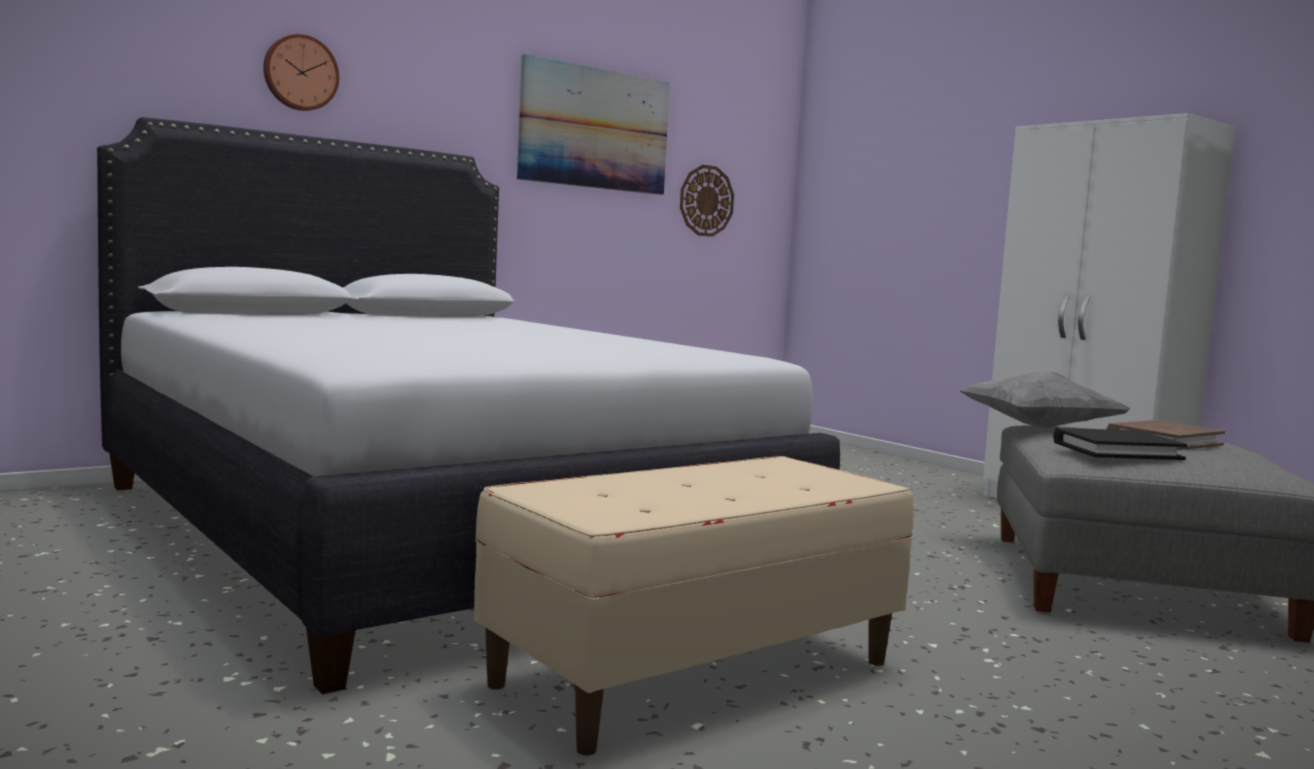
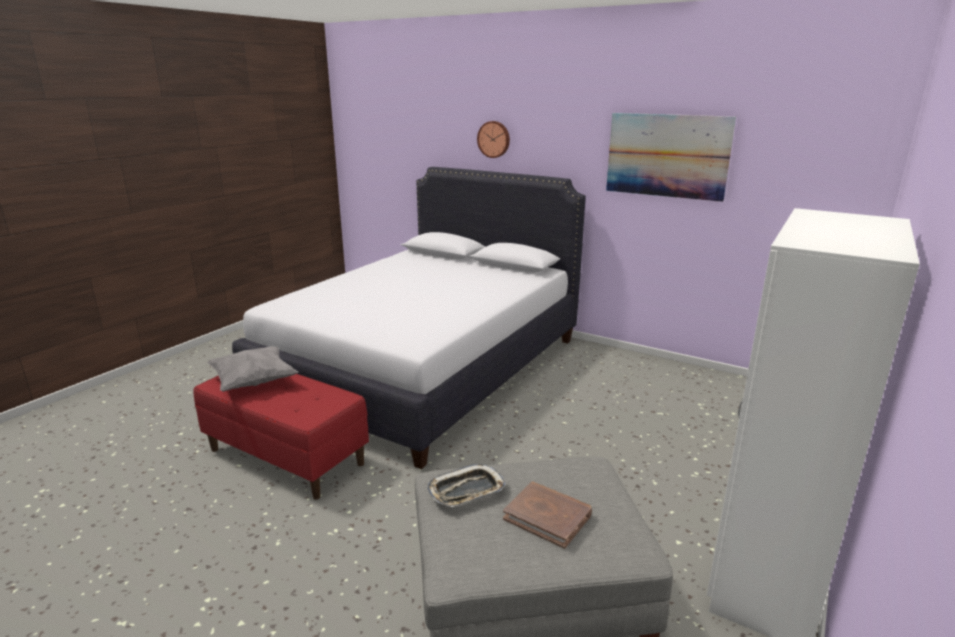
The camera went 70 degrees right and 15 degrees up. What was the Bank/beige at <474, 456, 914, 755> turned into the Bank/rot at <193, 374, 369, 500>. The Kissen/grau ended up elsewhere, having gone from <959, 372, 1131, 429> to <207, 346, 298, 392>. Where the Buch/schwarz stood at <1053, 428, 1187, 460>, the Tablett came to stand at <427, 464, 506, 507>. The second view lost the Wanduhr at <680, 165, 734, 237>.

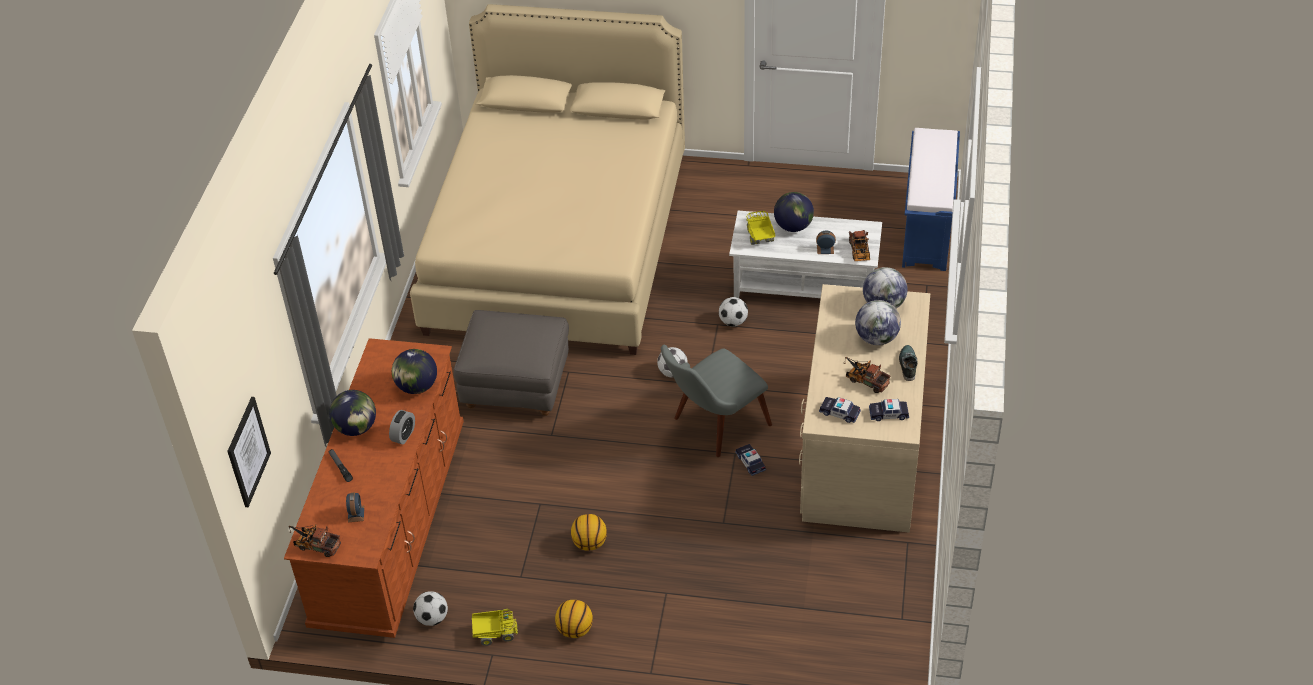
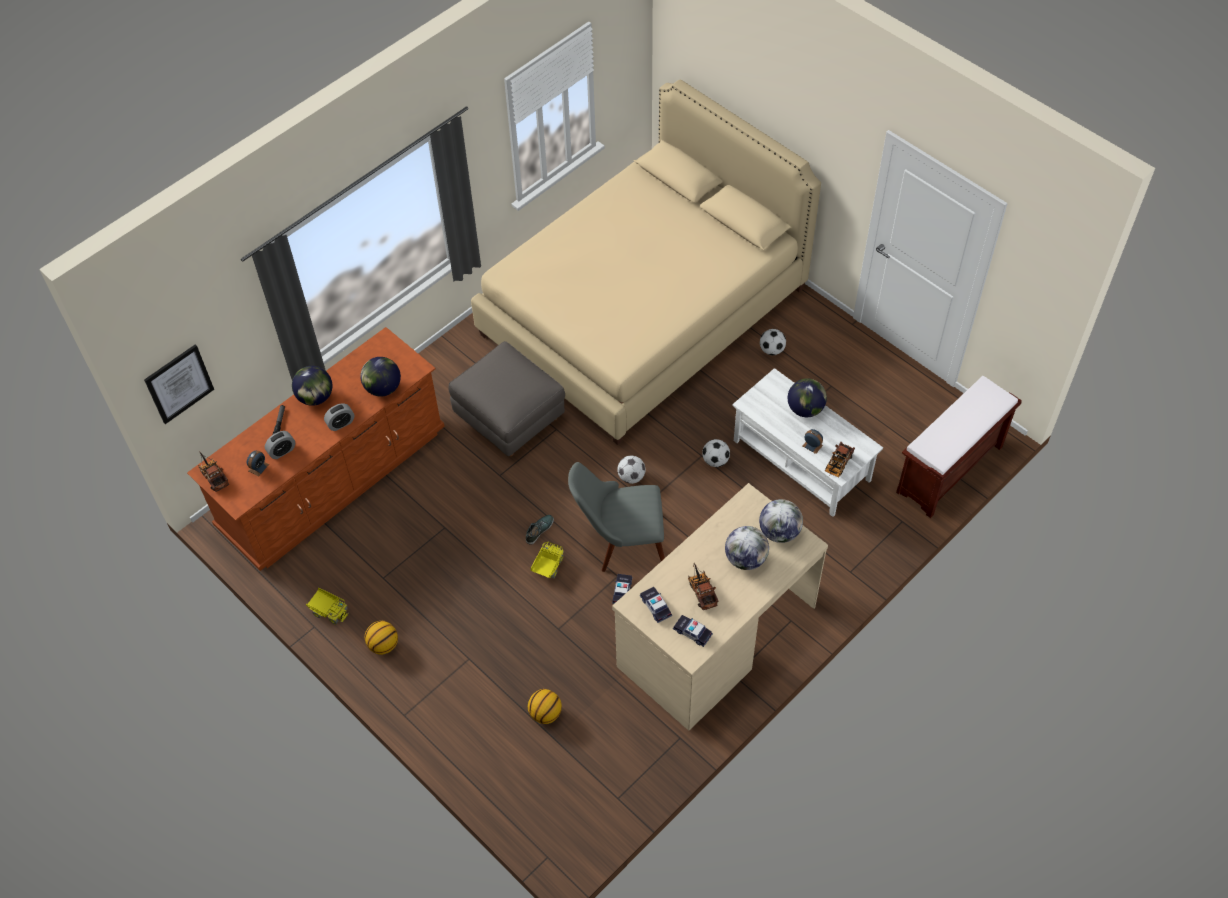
The camera went 35 degrees right and 10 degrees up. The second view gained the Wecker at <265, 431, 295, 459>. The Schuh ended up elsewhere, having gone from <899, 345, 917, 381> to <526, 515, 554, 544>. The Basketball ended up elsewhere, having gone from <571, 514, 607, 551> to <528, 689, 562, 724>. The Spielzeuglaster ended up elsewhere, having gone from <746, 211, 775, 245> to <531, 542, 564, 578>. The Fußball ended up elsewhere, having gone from <413, 591, 448, 626> to <760, 329, 786, 355>. What was the Bank/blau at <902, 128, 960, 271> turned into the Bank/braun at <896, 376, 1022, 518>.

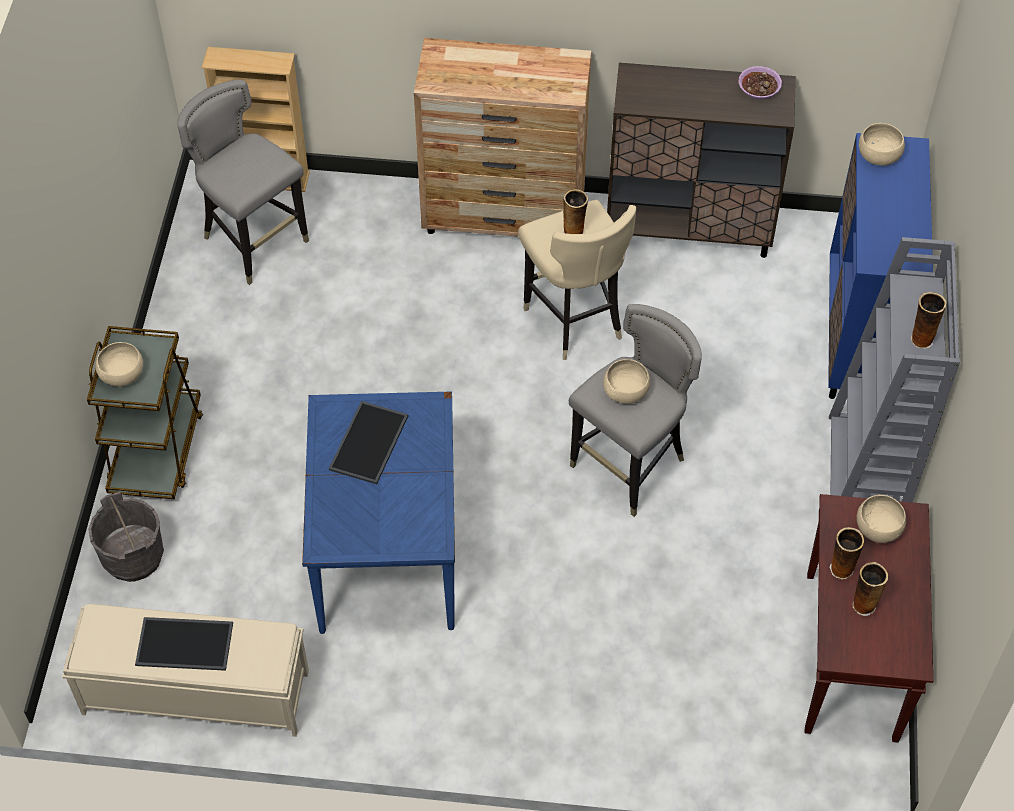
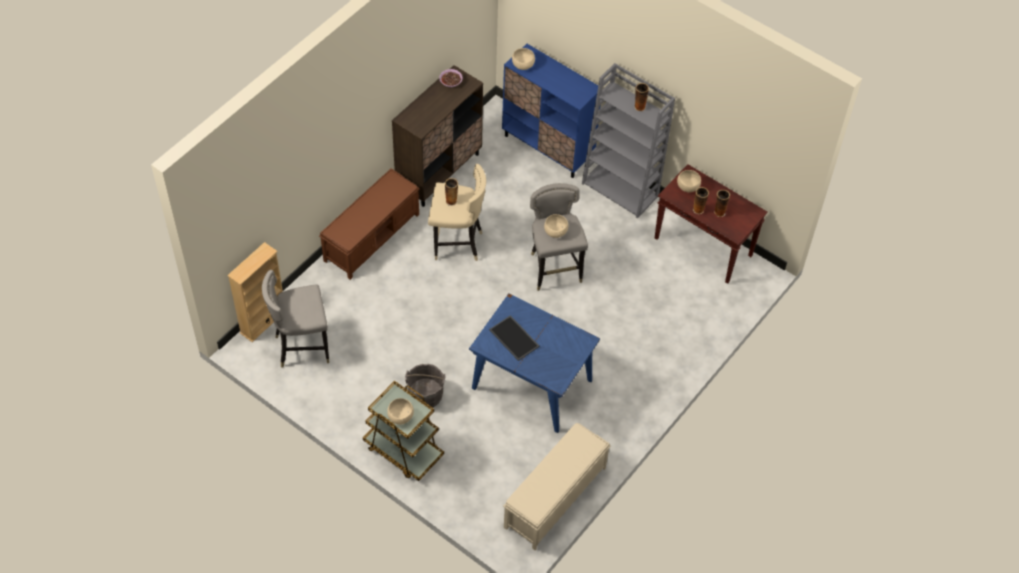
The camera went 60 degrees left and 0 degrees up. Where the Kommode/braun stood at <414, 38, 591, 237>, the Bank/braun came to stand at <319, 168, 420, 280>. The Eimer/grau ended up elsewhere, having gone from <88, 492, 164, 582> to <405, 364, 446, 408>. The second view lost the Tablett at <135, 617, 233, 671>.

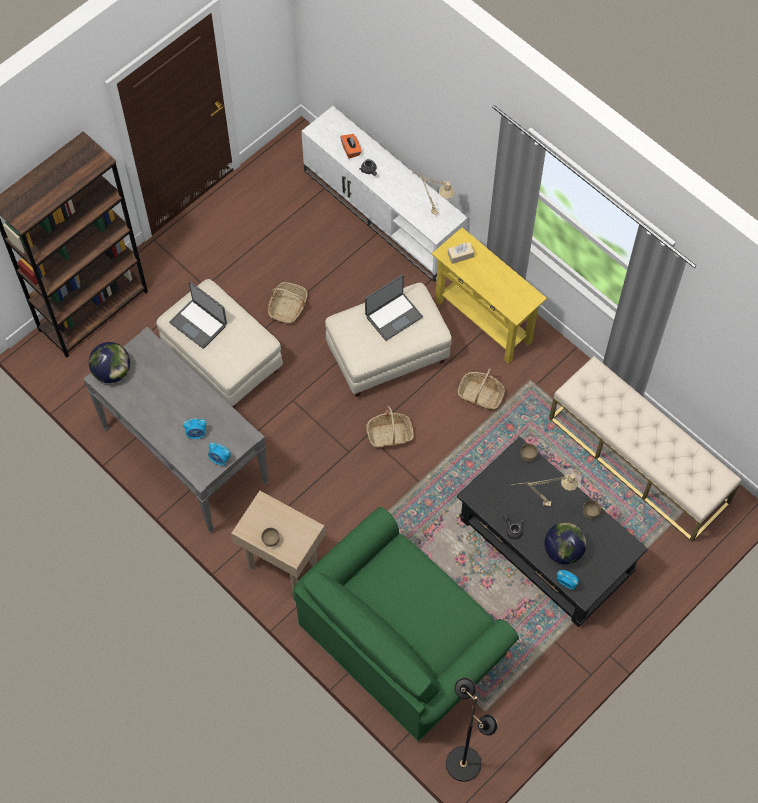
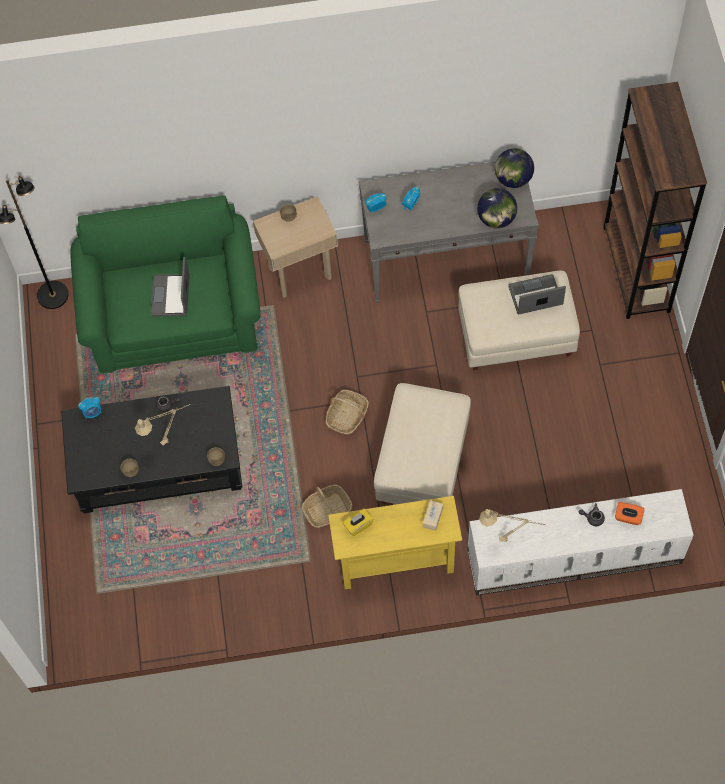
The camera went 130 degrees right and 0 degrees up. The Laptop ended up elsewhere, having gone from <365, 275, 423, 341> to <151, 257, 190, 316>. The second view gained the Taschentuchbox/gelb at <343, 509, 373, 536>. The Globus ended up elsewhere, having gone from <544, 522, 586, 564> to <477, 188, 517, 228>. The second view lost the Korb at <268, 282, 308, 324>. The second view lost the Bank/beige at <549, 356, 742, 542>.

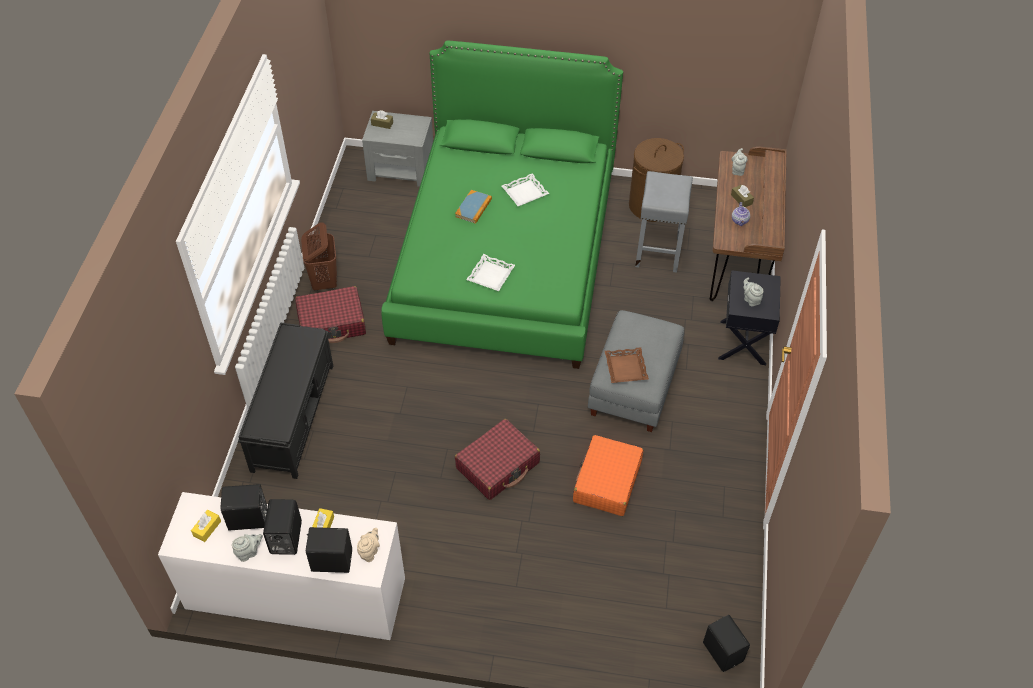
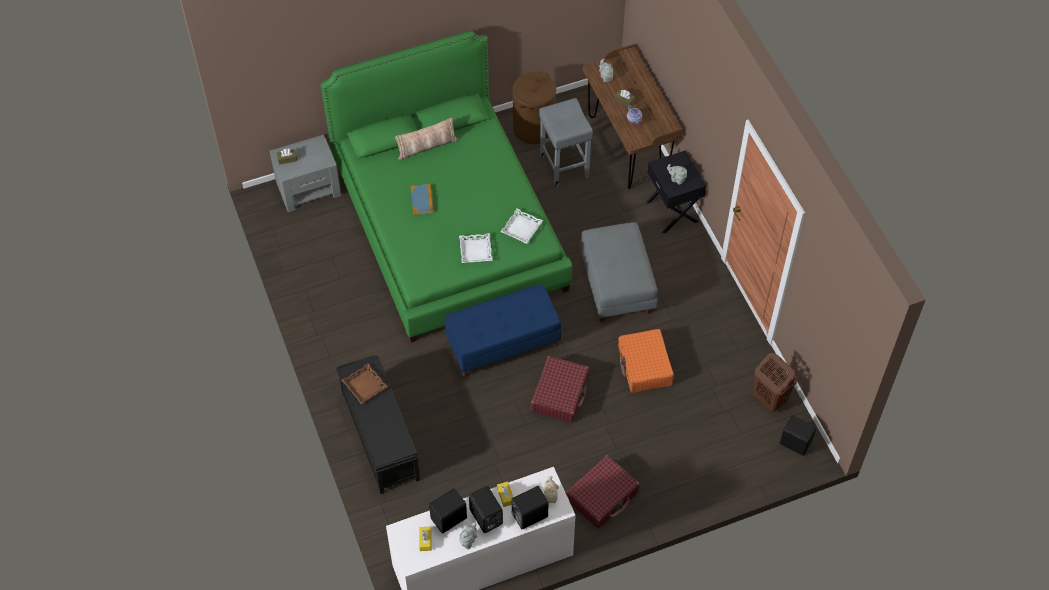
The camera went 30 degrees left and 5 degrees up. The Tablett/braun ended up elsewhere, having gone from <605, 347, 649, 383> to <342, 363, 388, 404>. The second view gained the Kissen at <395, 117, 458, 160>. The second view gained the Bank/blau at <444, 284, 561, 377>. The Tablett/weiß ended up elsewhere, having gone from <502, 173, 549, 206> to <500, 209, 543, 244>. The Koffer/rot ended up elsewhere, having gone from <295, 286, 366, 343> to <566, 455, 640, 528>. The Wäschekorb/braun ended up elsewhere, having gone from <301, 222, 337, 291> to <753, 353, 797, 412>.

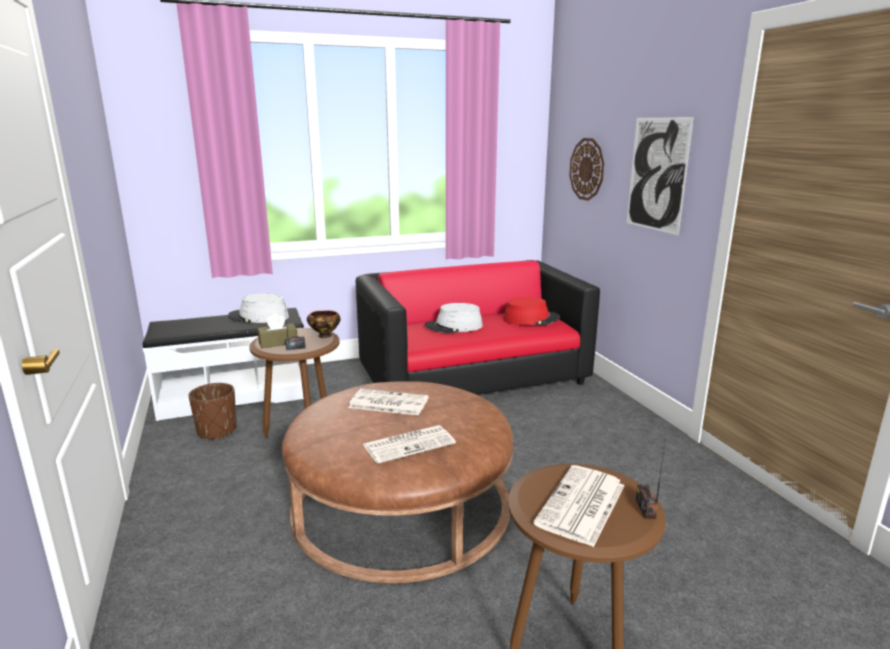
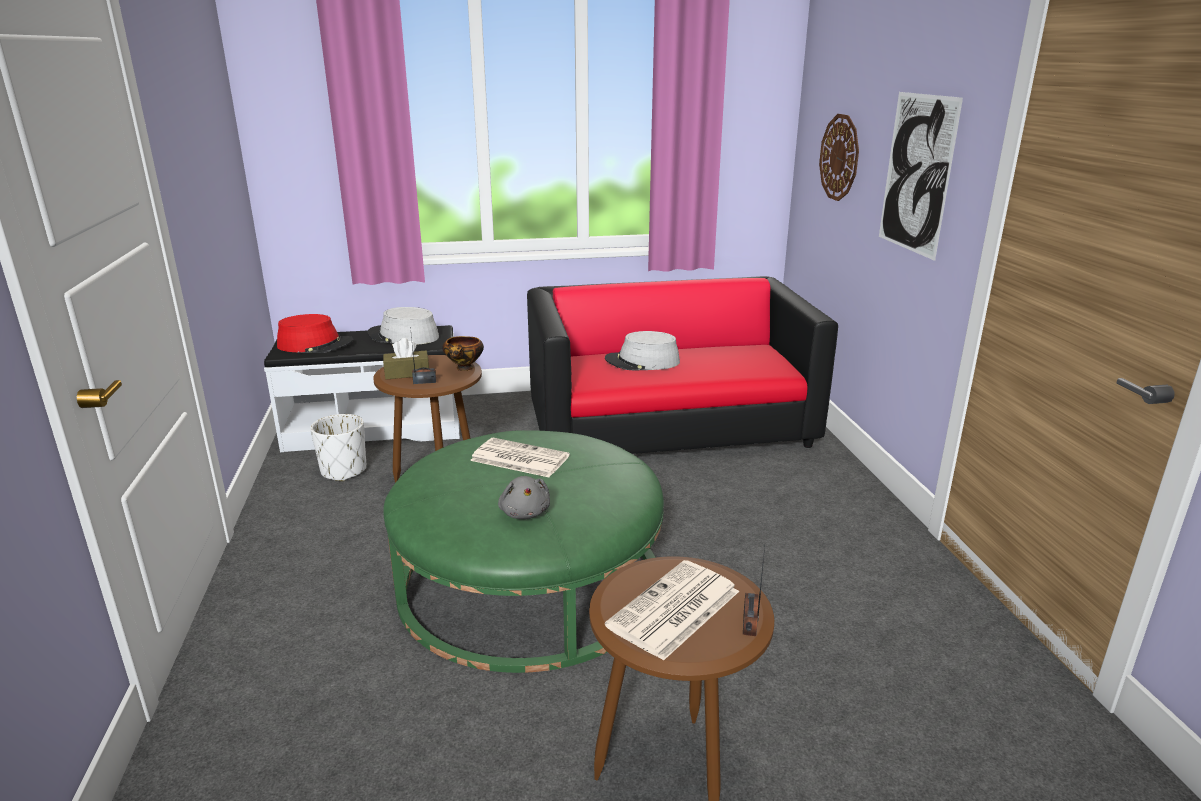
The camera went 10 degrees right and 5 degrees up. The Hut/rot ended up elsewhere, having gone from <503, 297, 560, 325> to <277, 314, 353, 353>. What was the Pflanzkübel/braun at <188, 383, 236, 440> turned into the Pflanzkübel/weiß at <310, 414, 366, 481>. What was the Polsterhocker/braun at <282, 381, 513, 583> turned into the Polsterhocker/grün at <383, 430, 664, 673>. Where the Zeitung stood at <363, 425, 456, 464>, the Plüschtier/grau came to stand at <498, 476, 550, 519>.

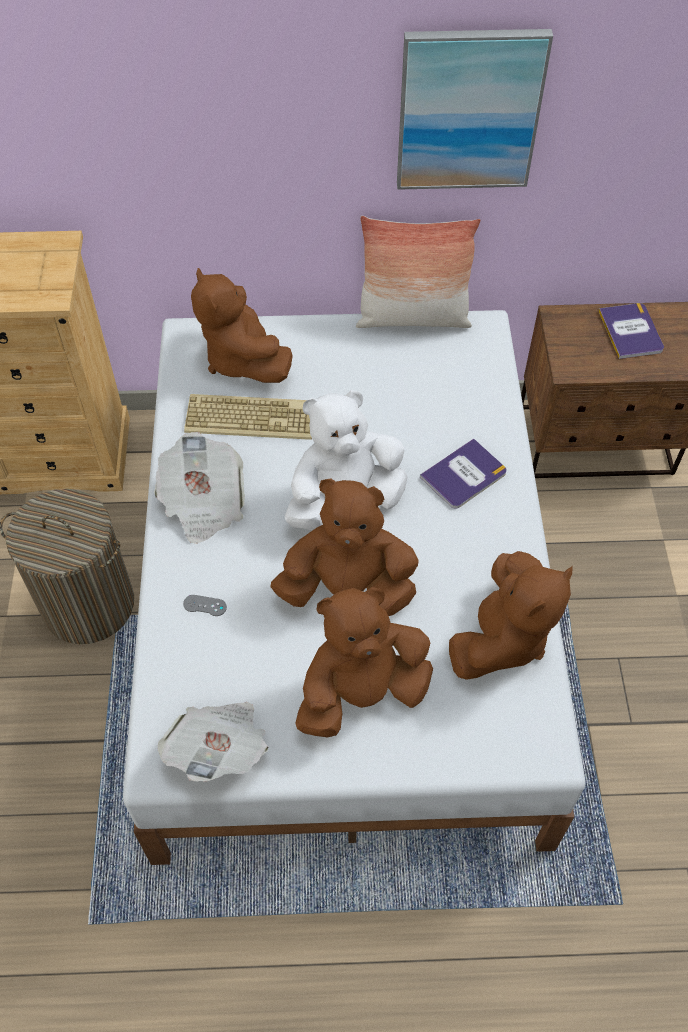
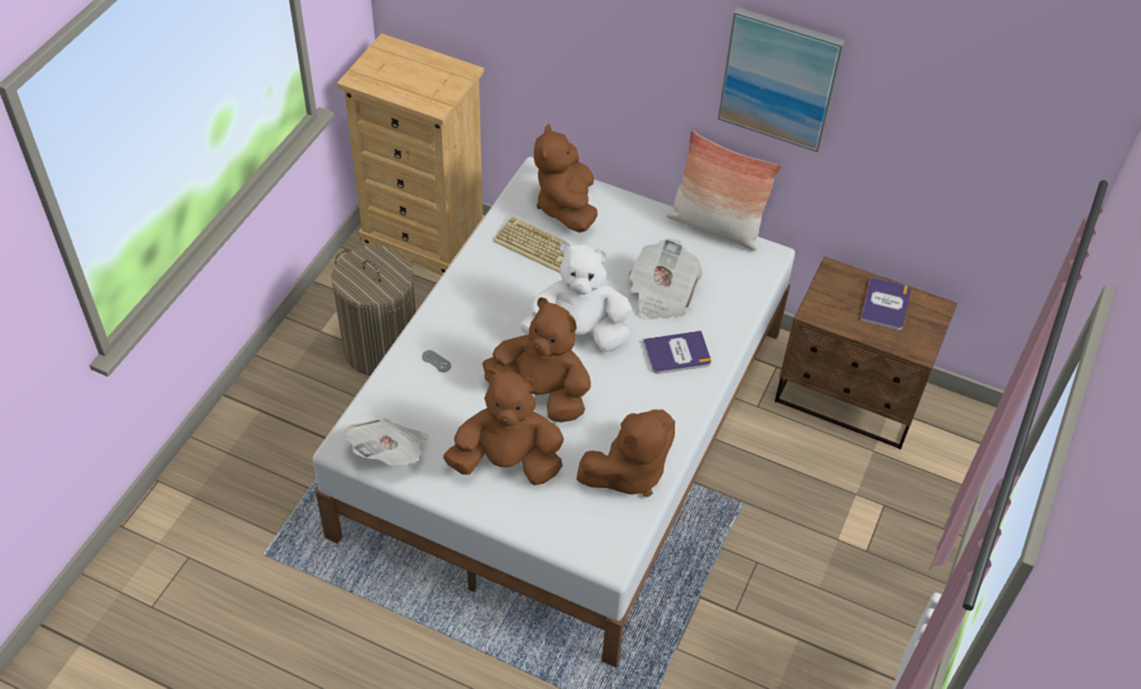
The camera went 25 degrees right and 5 degrees down. The Zeitung ended up elsewhere, having gone from <154, 432, 245, 544> to <629, 238, 702, 320>.

